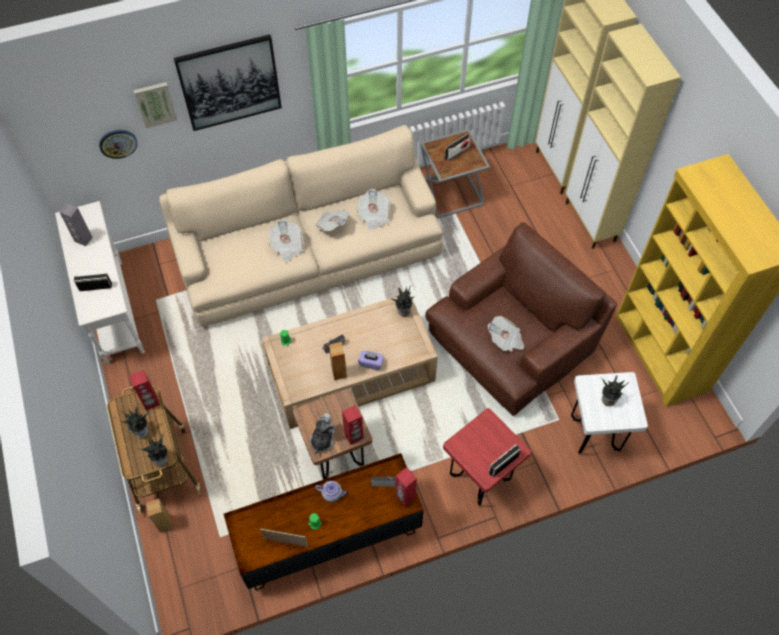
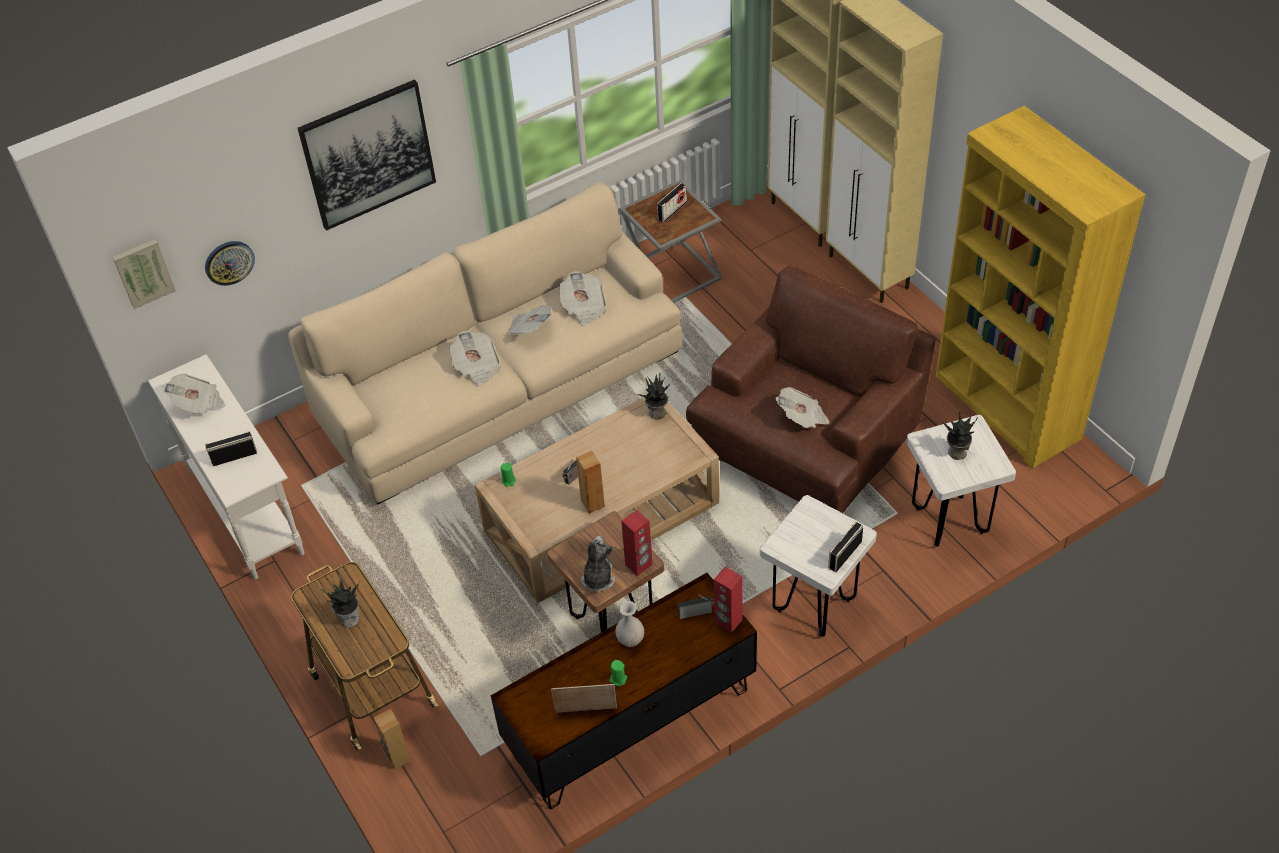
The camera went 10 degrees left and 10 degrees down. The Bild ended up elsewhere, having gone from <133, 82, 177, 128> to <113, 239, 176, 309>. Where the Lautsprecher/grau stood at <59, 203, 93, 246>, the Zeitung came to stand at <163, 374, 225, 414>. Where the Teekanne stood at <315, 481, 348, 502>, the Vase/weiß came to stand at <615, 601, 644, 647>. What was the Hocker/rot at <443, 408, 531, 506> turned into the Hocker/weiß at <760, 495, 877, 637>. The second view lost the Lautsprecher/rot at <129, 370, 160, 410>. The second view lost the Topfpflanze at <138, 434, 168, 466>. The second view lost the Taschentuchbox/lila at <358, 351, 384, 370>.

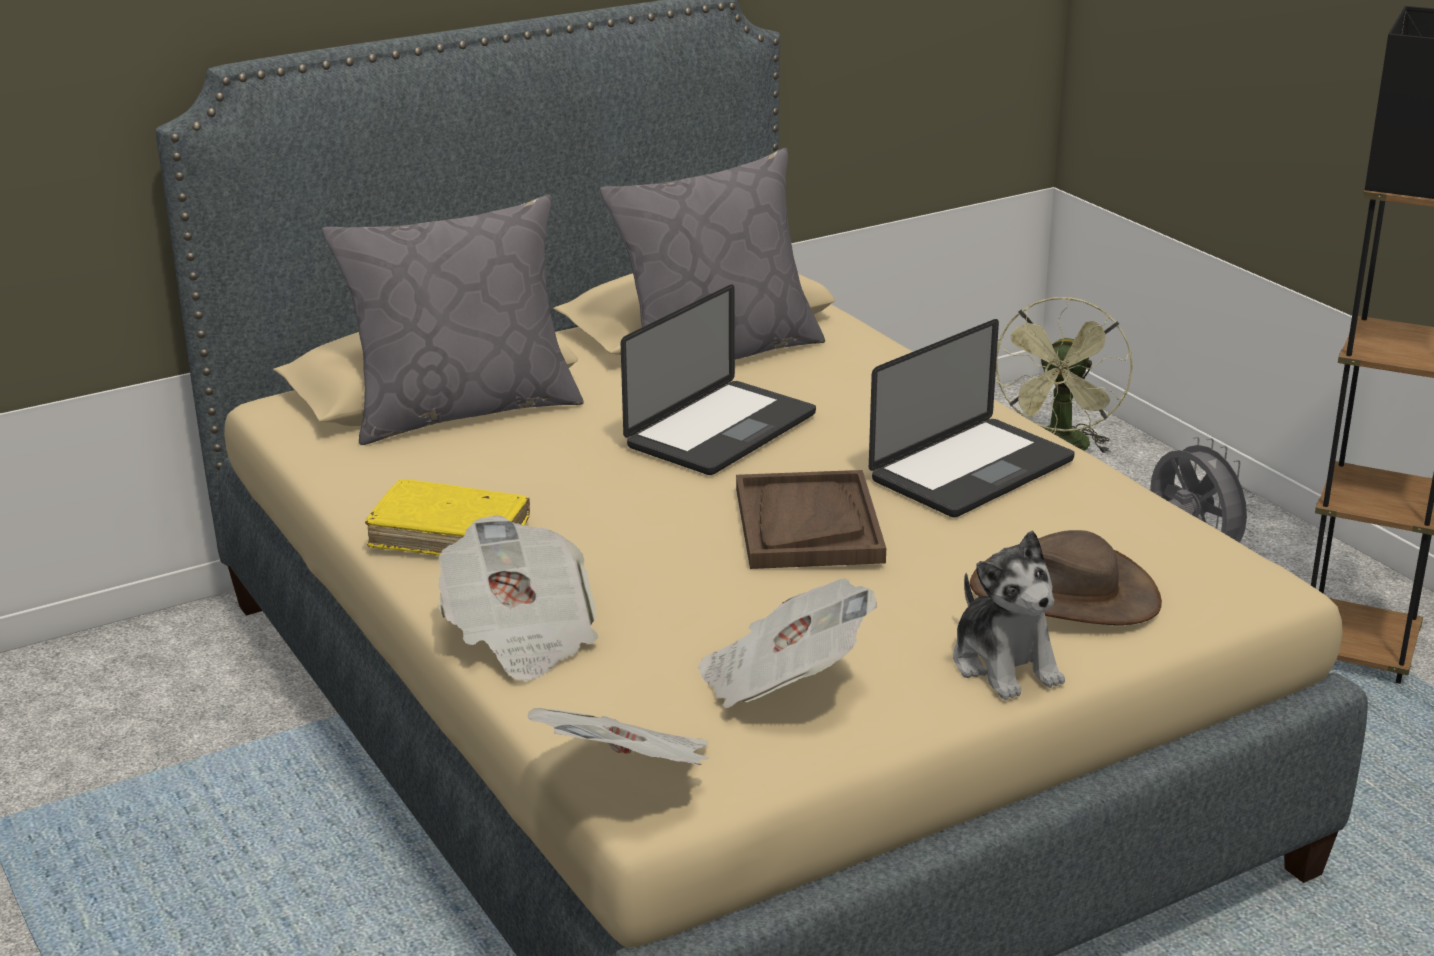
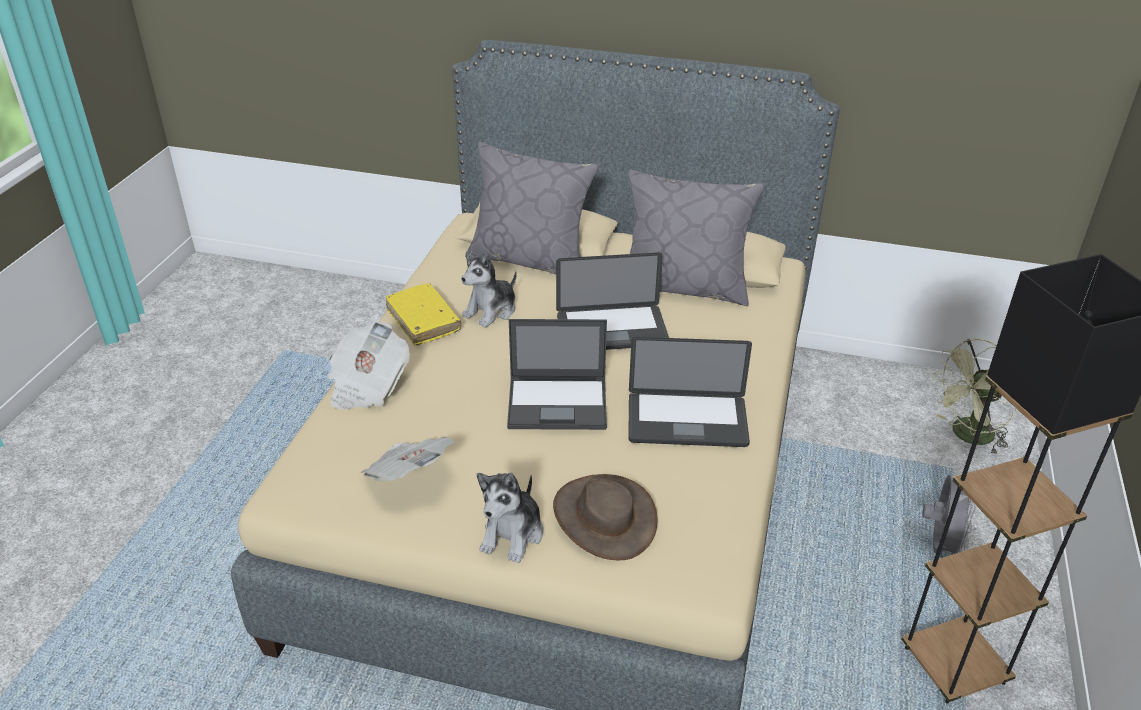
The camera went 45 degrees right and 10 degrees up. The second view gained the Plüschtier at <461, 252, 517, 328>. Where the Tablett/braun stood at <736, 470, 886, 569>, the Laptop came to stand at <507, 319, 607, 430>. The second view lost the Zeitung at <527, 708, 709, 765>.

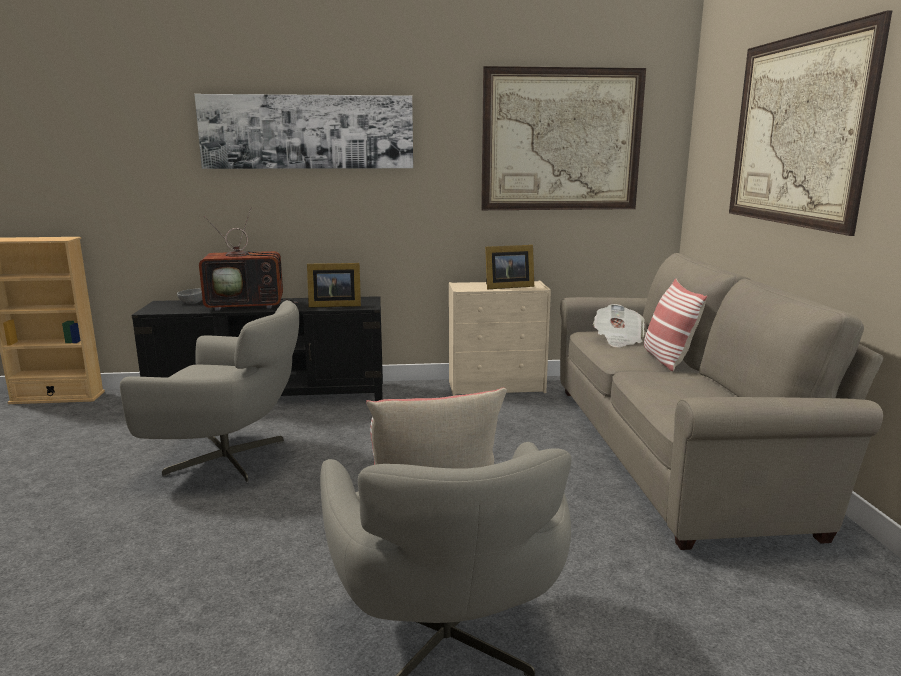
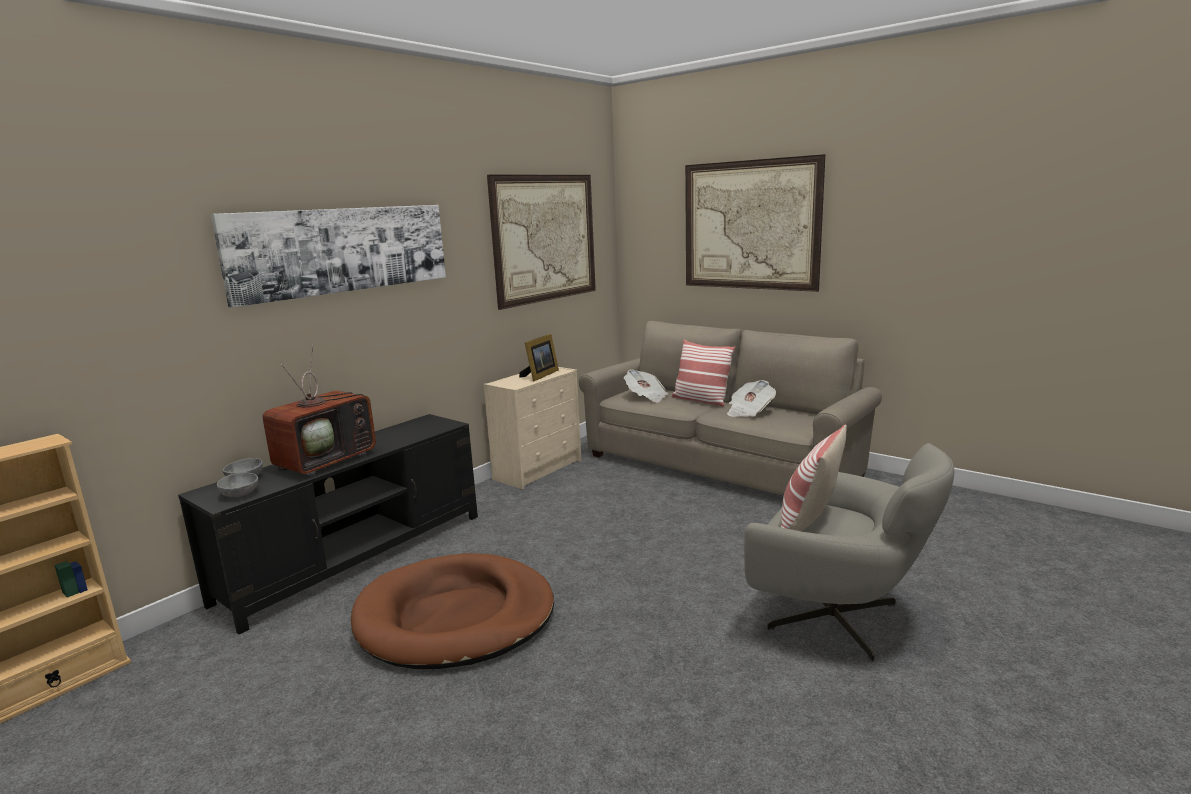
The camera went 45 degrees left and 0 degrees up. The second view gained the Schüssel/grau at <217, 472, 258, 497>. Where the Sessel/grau stood at <120, 300, 299, 483>, the Hundebett/braun came to stand at <351, 553, 554, 669>. The second view gained the Zeitung at <727, 380, 776, 417>. The second view lost the Bilderrahmen at <307, 263, 361, 308>.

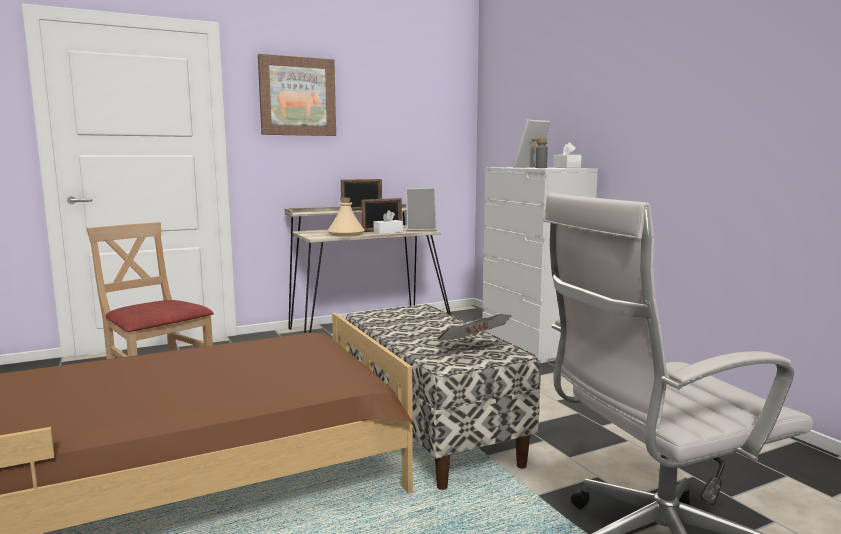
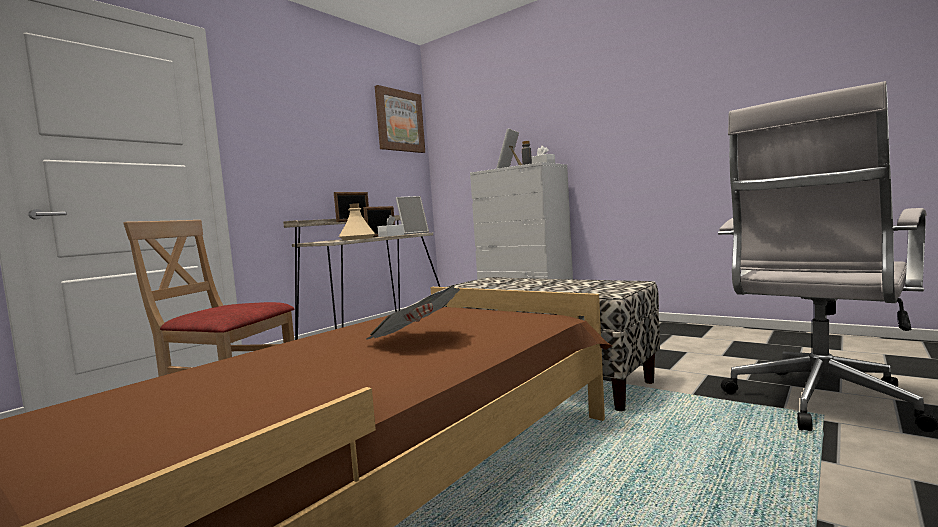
The camera went 25 degrees left and 5 degrees down. The Zeitung ended up elsewhere, having gone from <435, 314, 512, 341> to <366, 286, 460, 339>. The Bild ended up elsewhere, having gone from <258, 54, 336, 136> to <375, 85, 425, 153>.

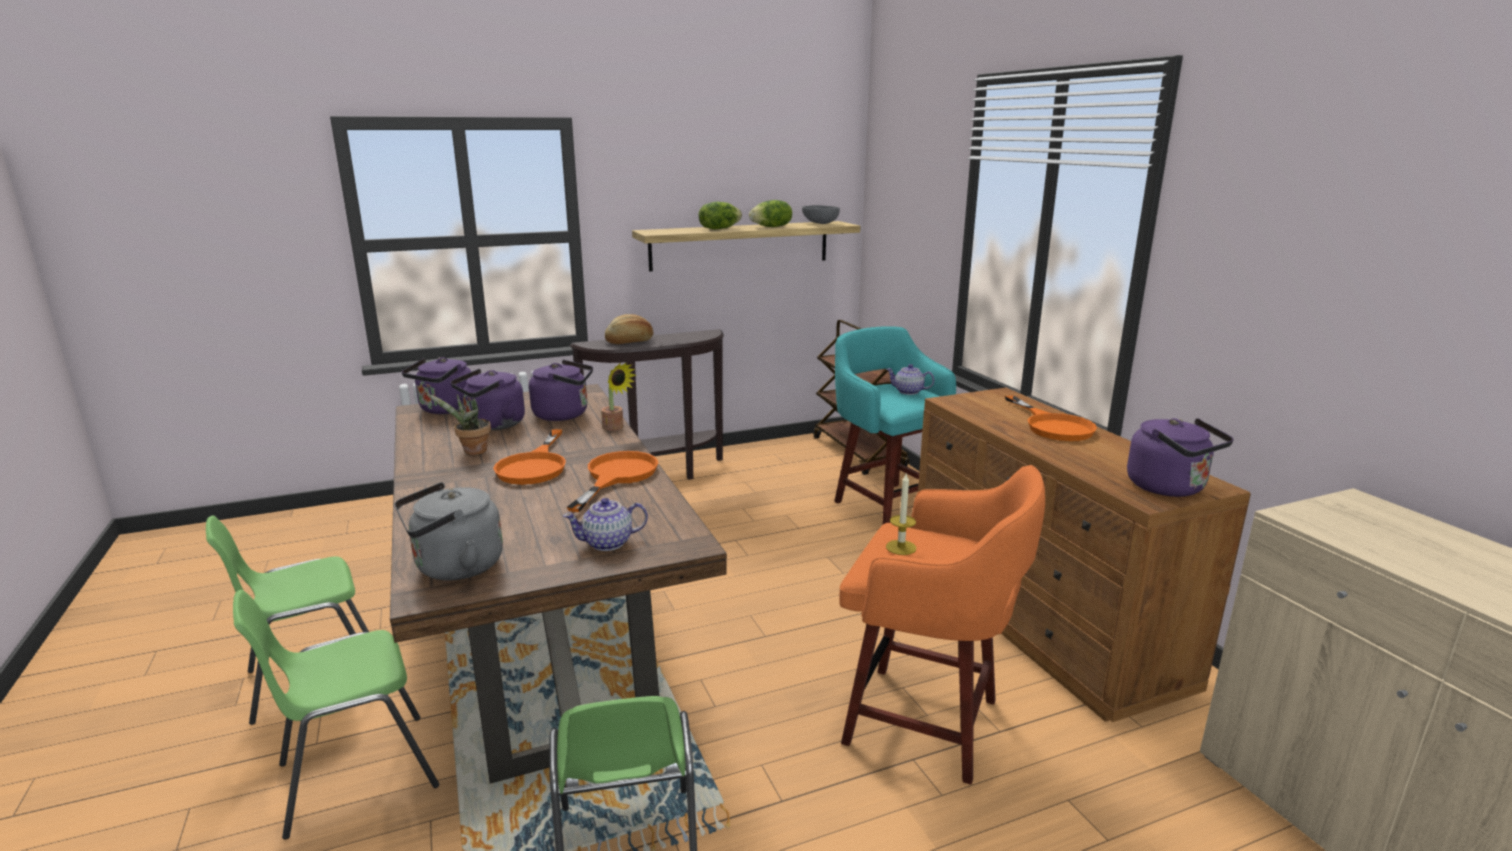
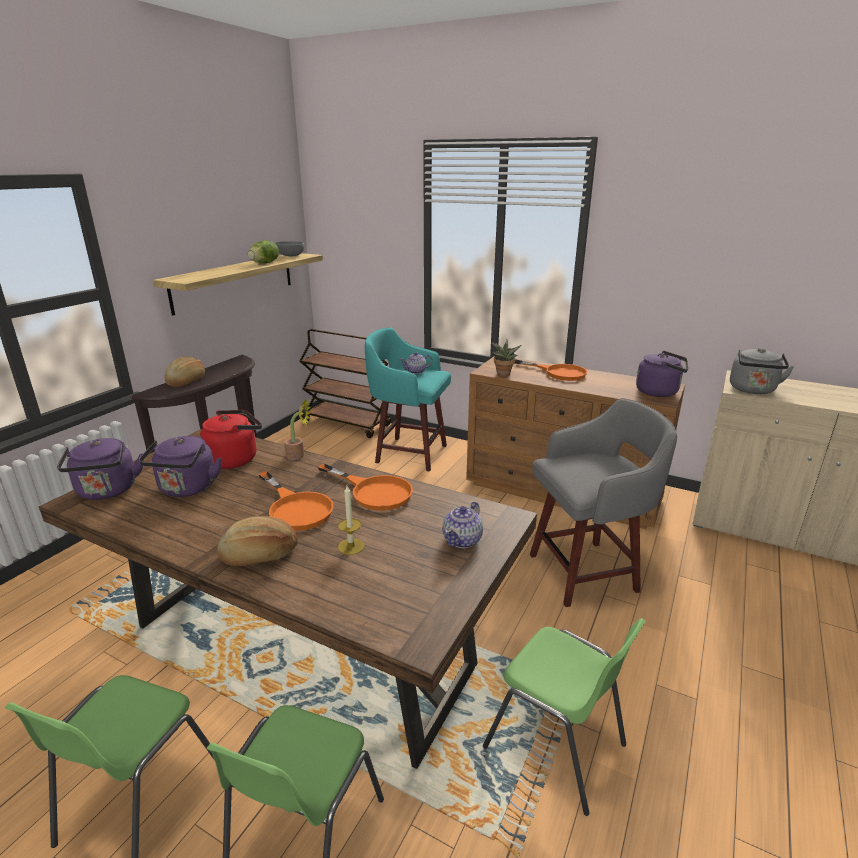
The camera went 40 degrees left and 5 degrees up. What was the Wasserkessel/lila at <529, 360, 593, 421> turned into the Wasserkessel/rot at <200, 410, 262, 469>. The second view gained the Brot at <217, 516, 298, 566>. The Pfanne/orange at <567, 451, 658, 512> ended up facing another way, 150 degrees clockwise from before. The Kerze ended up elsewhere, having gone from <886, 472, 916, 555> to <338, 486, 364, 555>. The Topfpflanze ended up elsewhere, having gone from <426, 393, 491, 455> to <491, 340, 522, 376>. What was the Hocker/orange at <839, 465, 1045, 785> turned into the Hocker/grau at <530, 398, 677, 607>. The Wasserkessel/grau ended up elsewhere, having gone from <395, 482, 503, 581> to <730, 348, 794, 394>. The second view lost the Salatkopf at <699, 202, 742, 229>.

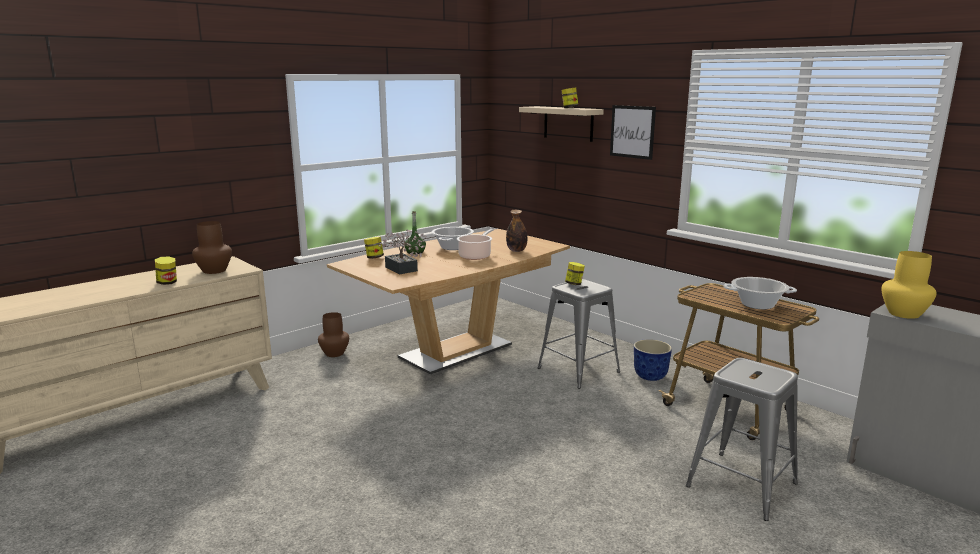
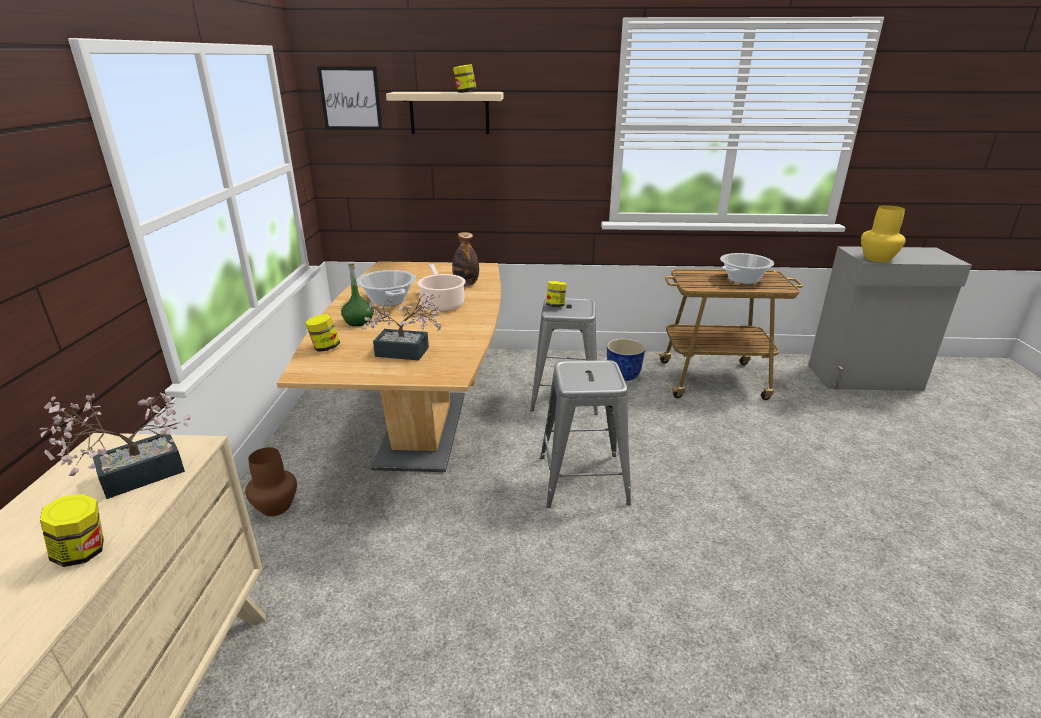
The camera went 45 degrees left and 10 degrees up. Where the Vase/braun stood at <192, 221, 232, 274>, the Topfpflanze came to stand at <40, 393, 190, 499>. The Bild ended up elsewhere, having gone from <610, 105, 656, 160> to <317, 66, 383, 130>. The Hocker/grau ended up elsewhere, having gone from <686, 358, 798, 521> to <540, 360, 631, 508>.

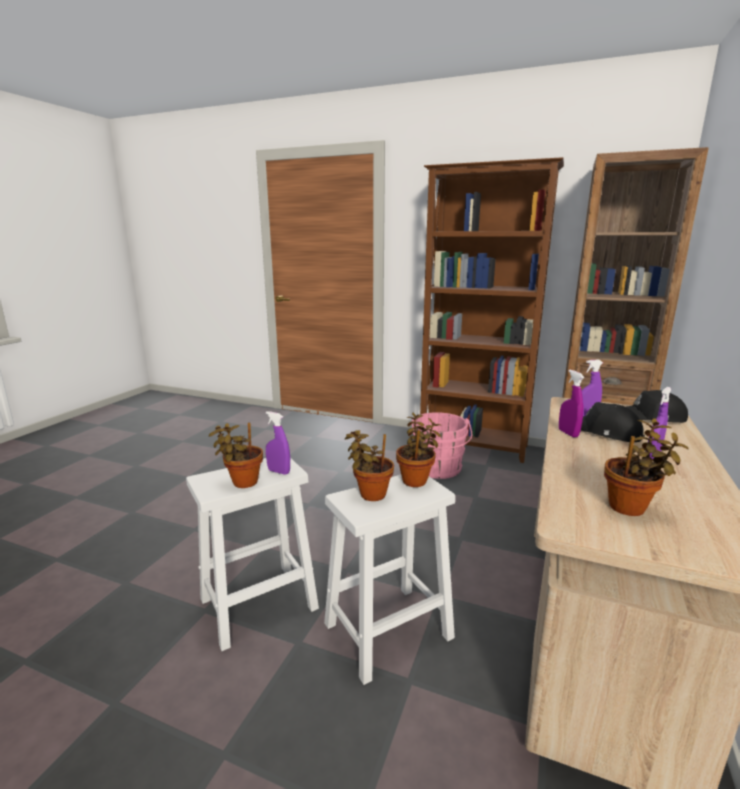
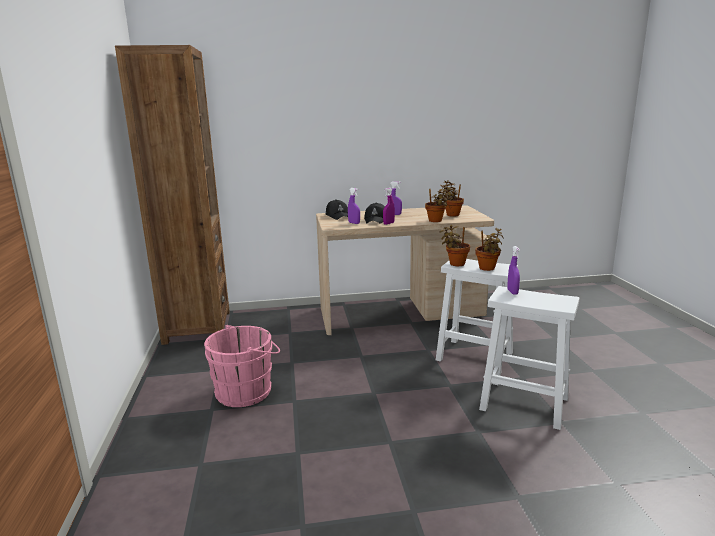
The camera went 120 degrees left and 0 degrees up. The Topfpflanze ended up elsewhere, having gone from <209, 422, 263, 488> to <425, 185, 449, 222>. The second view lost the Bücherregal/braun at <420, 157, 564, 463>.

